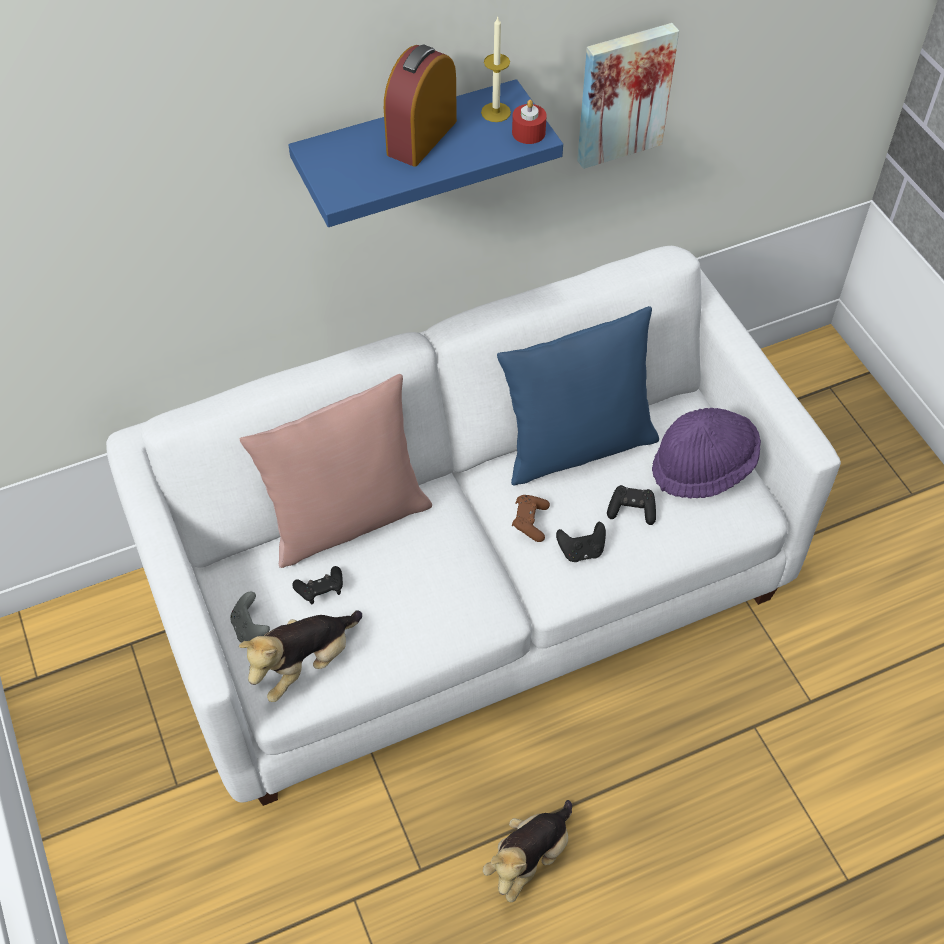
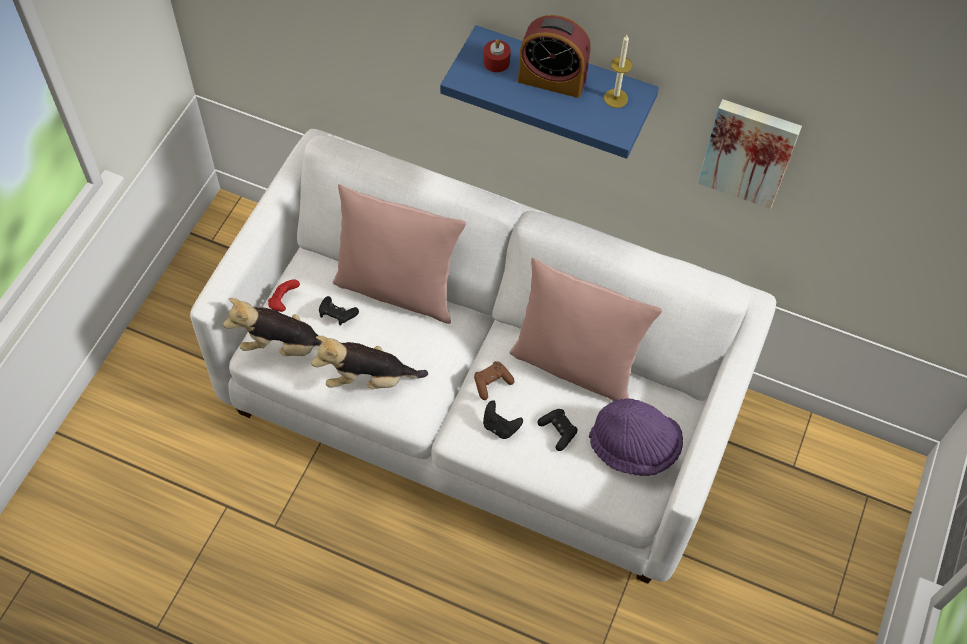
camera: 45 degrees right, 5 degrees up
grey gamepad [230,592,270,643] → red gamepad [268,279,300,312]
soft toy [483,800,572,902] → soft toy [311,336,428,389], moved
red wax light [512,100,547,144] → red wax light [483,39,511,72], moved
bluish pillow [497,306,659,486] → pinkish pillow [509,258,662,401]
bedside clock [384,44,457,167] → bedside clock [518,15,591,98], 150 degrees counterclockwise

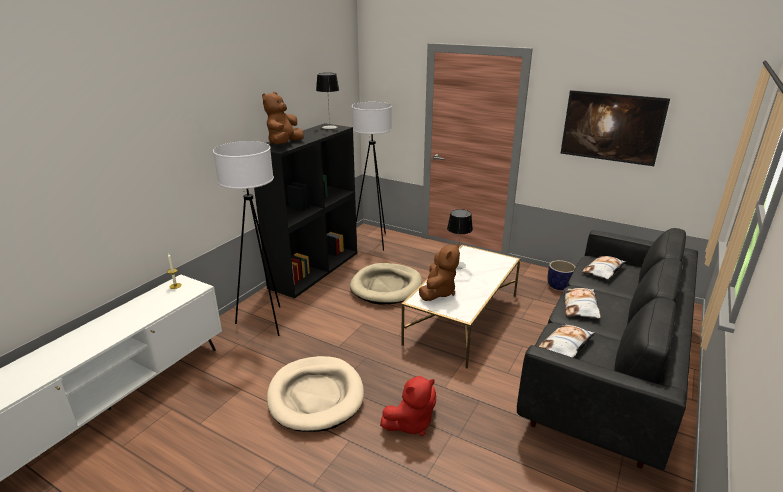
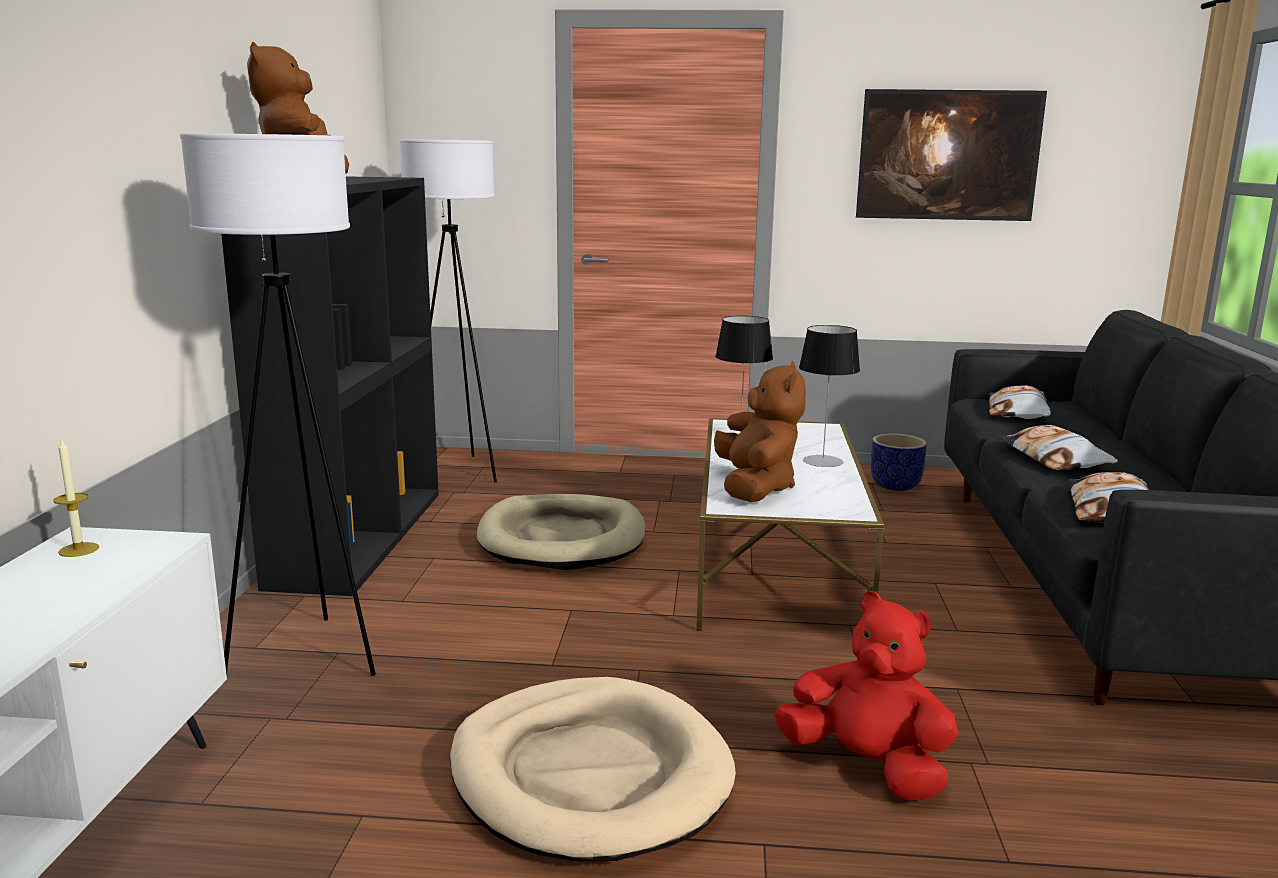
camera: 25 degrees left, 10 degrees down
red soft toy [380,376,436,436] → red soft toy [774,591,958,801], 90 degrees counterclockwise
lamp for a table [316,73,339,129] → lamp for a table [799,325,860,467], moved

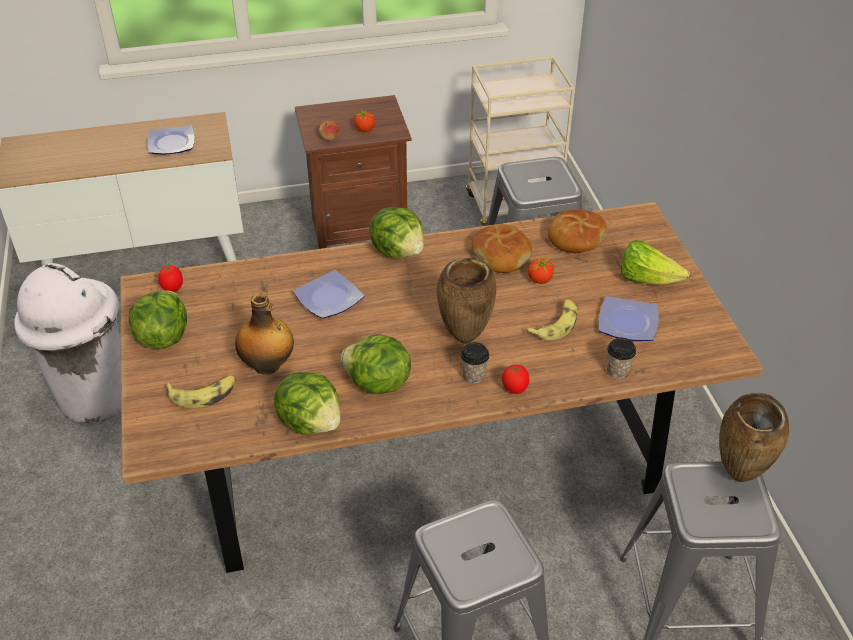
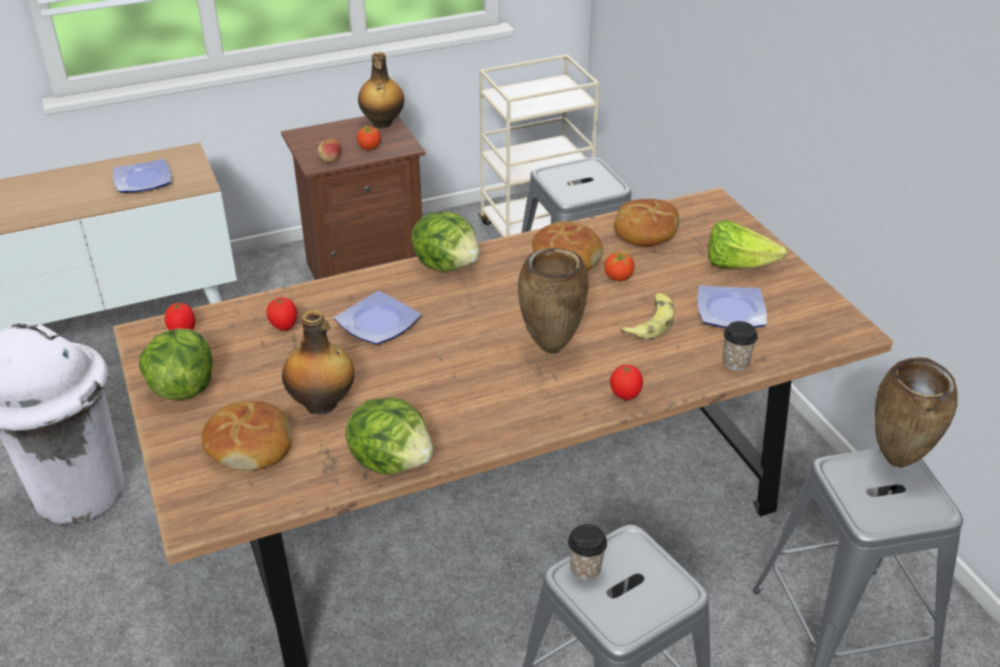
camera: 10 degrees left, 5 degrees down
whole banana [165,375,235,408] → baked bread [202,401,292,471]
- → tomato [267,298,297,331]
- → bottle [358,52,404,128]
cup [461,342,489,384] → cup [568,524,607,580], moved
lettuce [341,334,411,394] → -

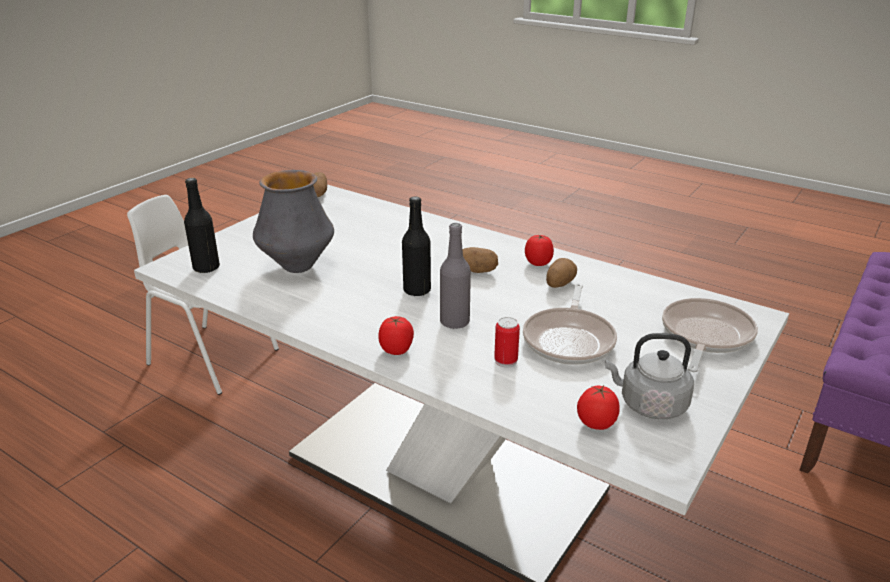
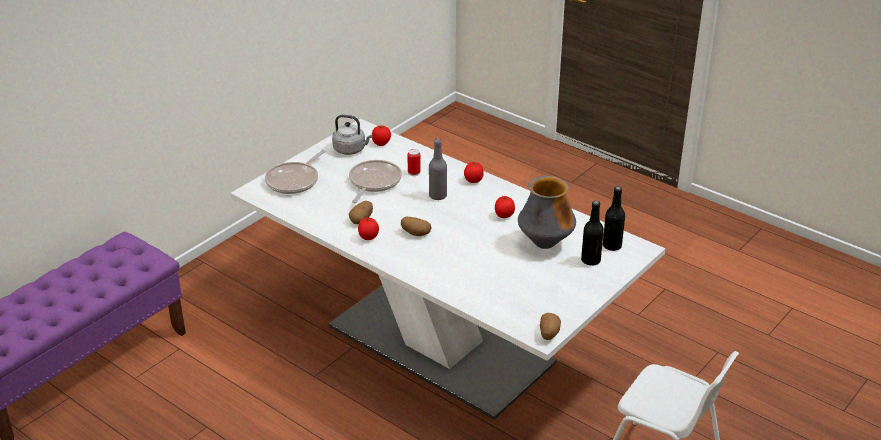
camera: 175 degrees left, 5 degrees up
- → tomato [495,196,515,218]
black-coloured bottle [402,196,431,296] → black-coloured bottle [581,201,604,266], moved

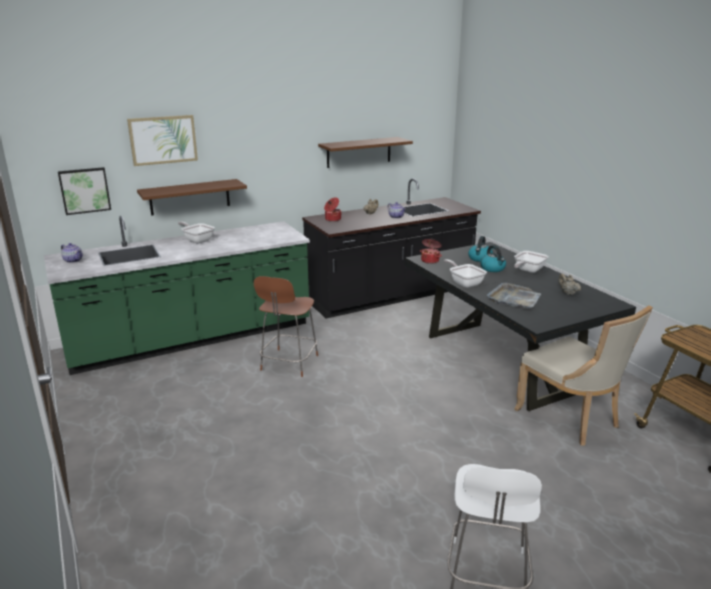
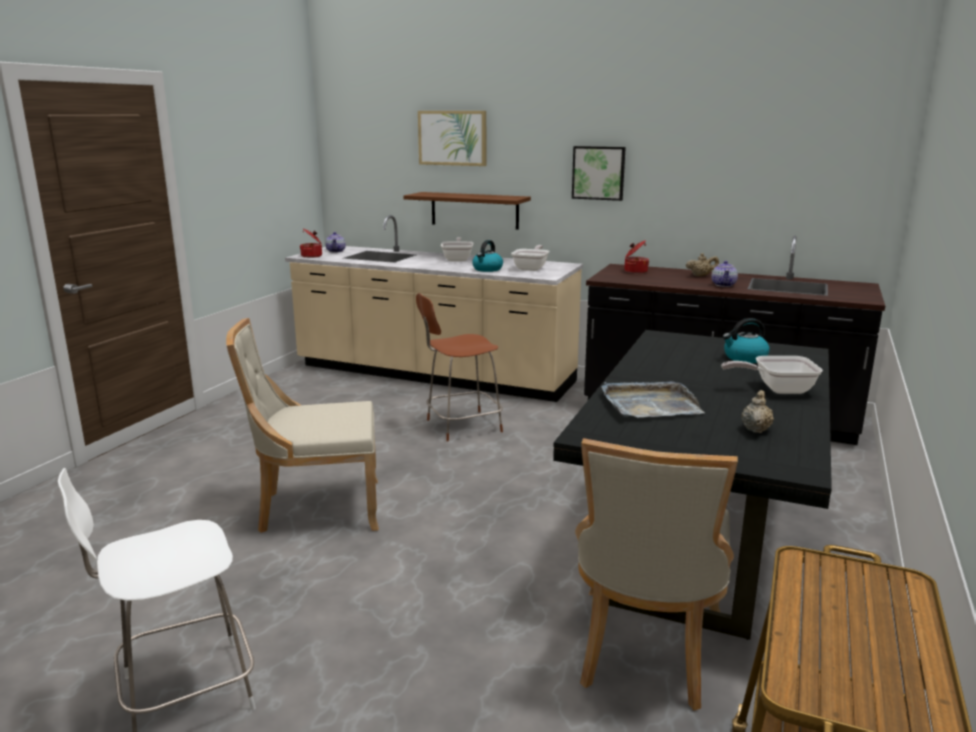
camera: 50 degrees right, 5 degrees down
- → beige-coloured chair [226,318,379,533]
green counter [44,216,310,375] → beige-coloured counter [285,215,583,402]
saucepot [420,239,442,264] → saucepot [300,229,322,258], moved
tea kettle [480,245,506,272] → tea kettle [472,240,503,272], moved
pan [444,259,487,288] → pan [511,245,549,271], moved
picture [58,167,111,215] → picture [572,146,626,201], moved
brown-coloured shelf [318,137,413,168] → -

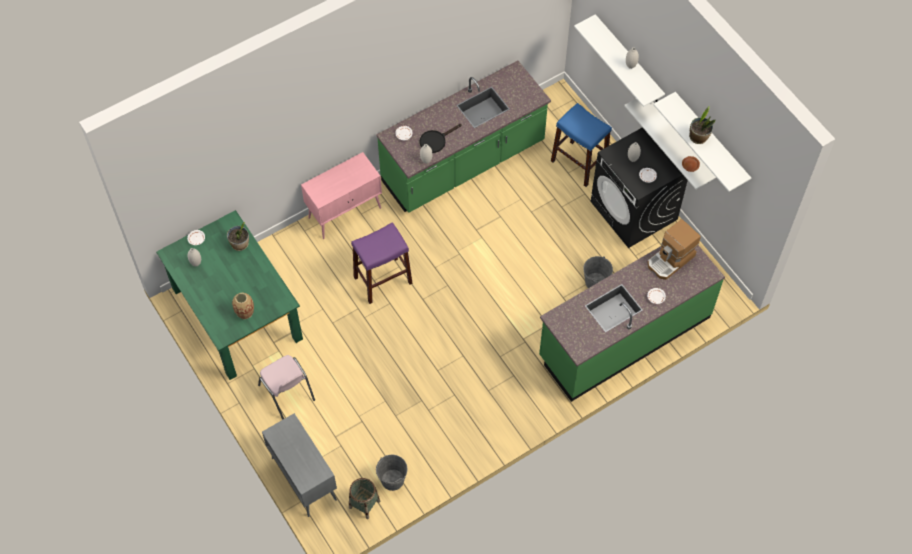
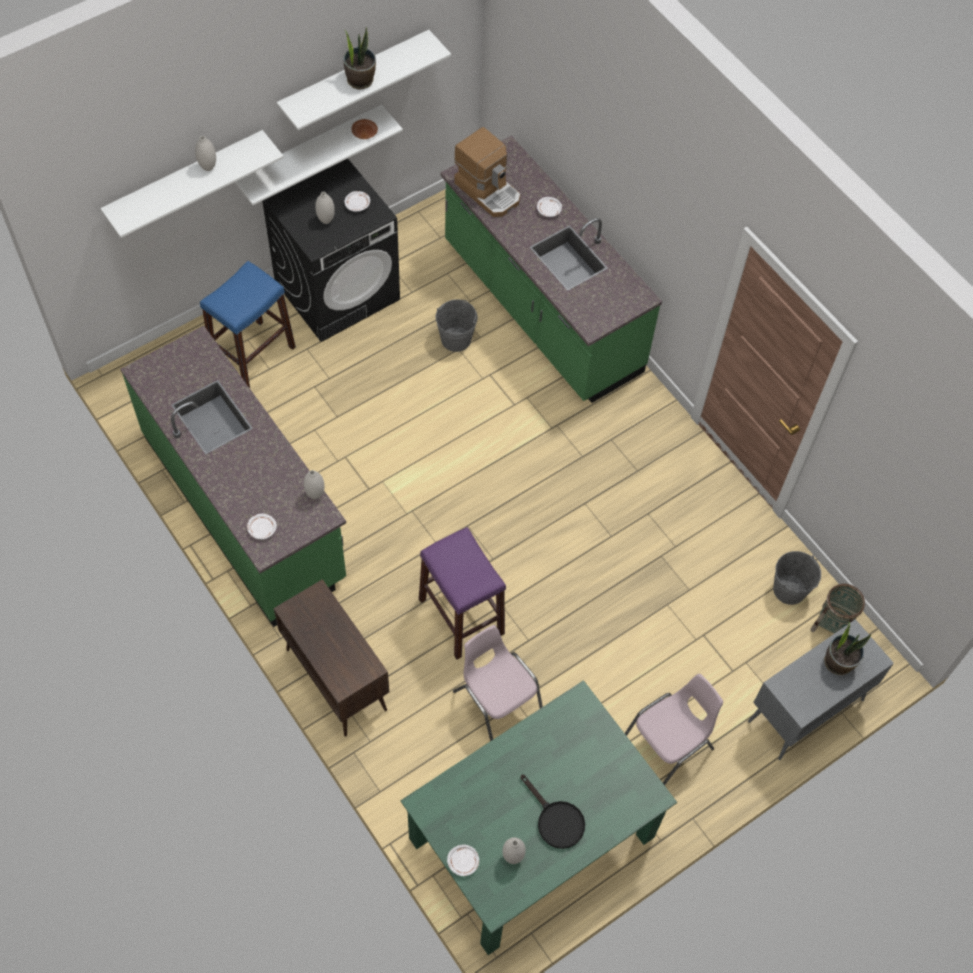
camera: 95 degrees left, 0 degrees up
pinkish storage cabinet [301,152,382,239] → brown-coloured storage cabinet [273,579,389,737]
- → pinkish chair [453,625,543,741]
black-coloured pan [419,124,461,153] → black-coloured pan [521,774,585,849], moved
plant in a pot [227,222,249,251] → plant in a pot [825,622,871,675], moved
decorative vase [232,293,254,319] → -

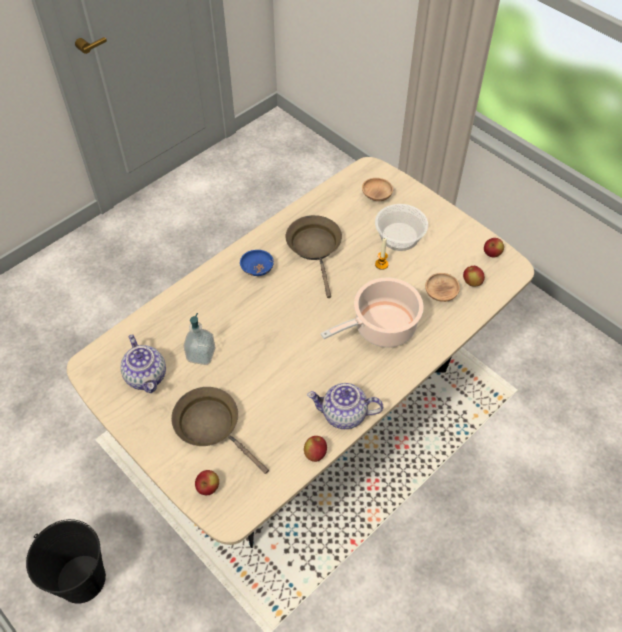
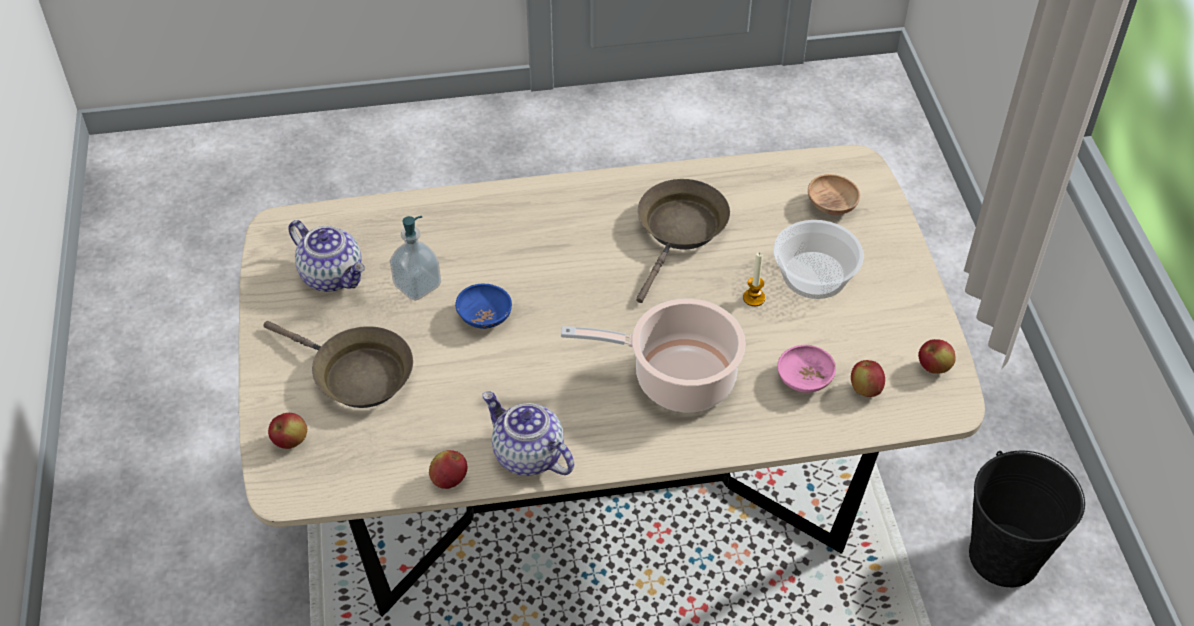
camera: 35 degrees right, 5 degrees down
brown-coloured pan [171,387,269,474] → brown-coloured pan [263,321,413,408], 135 degrees clockwise
pot for tea [120,335,166,393] → pot for tea [288,220,365,292], 60 degrees counterclockwise
bluish serving bowl [240,250,274,276] → bluish serving bowl [455,284,512,329], moved
brown-coloured serving bowl [425,273,460,302] → pinkish serving bowl [777,345,836,393]
black-coloured bucket [26,519,106,604] → black-coloured bucket [969,451,1085,587], moved

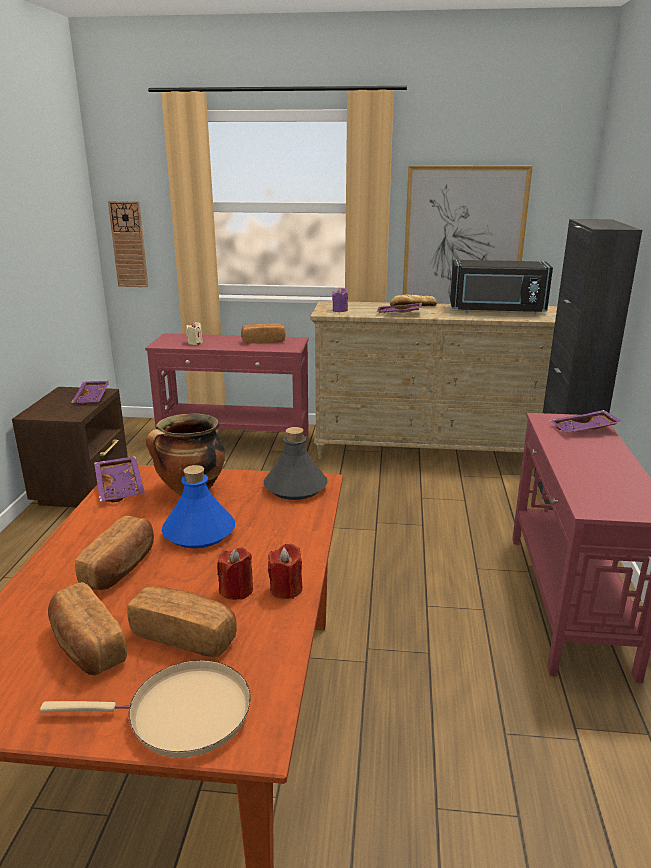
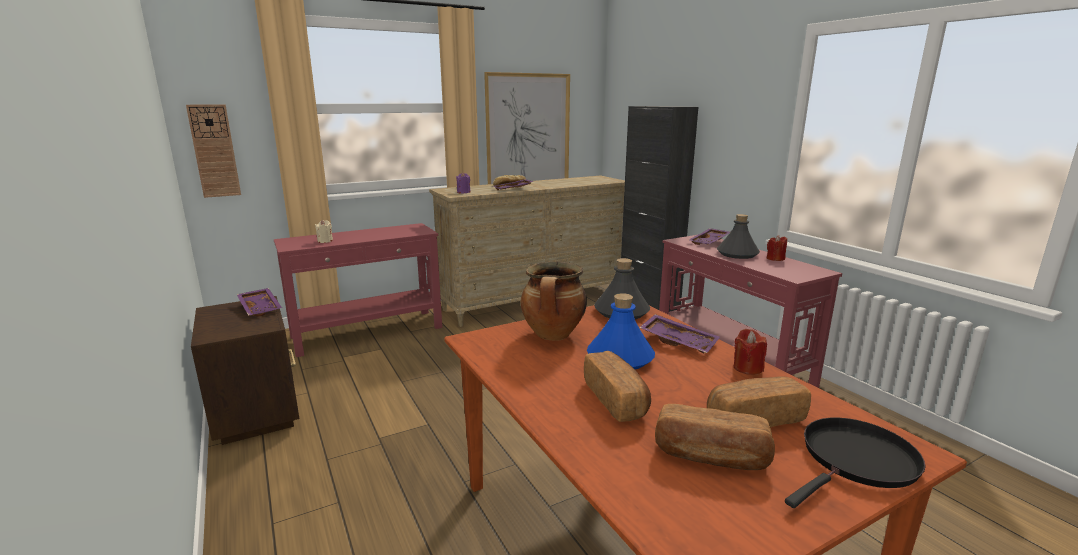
camera: 35 degrees left, 5 degrees down
purplish tray [94,456,145,502] → purplish tray [639,314,720,353], moved
- → grey bottle [717,214,760,259]
red wax light [217,547,253,600] → red wax light [767,235,787,261], moved
beige-coloured pan [40,660,251,758] → black-coloured pan [785,418,926,508]
baked bread [241,323,285,344] → -
black-coloured kitchen microwave [450,260,553,314] → -

